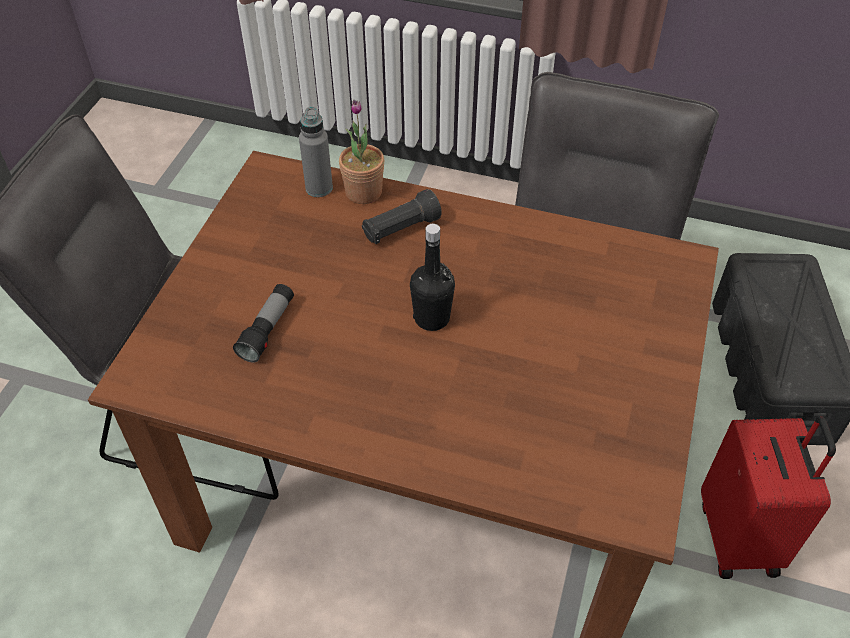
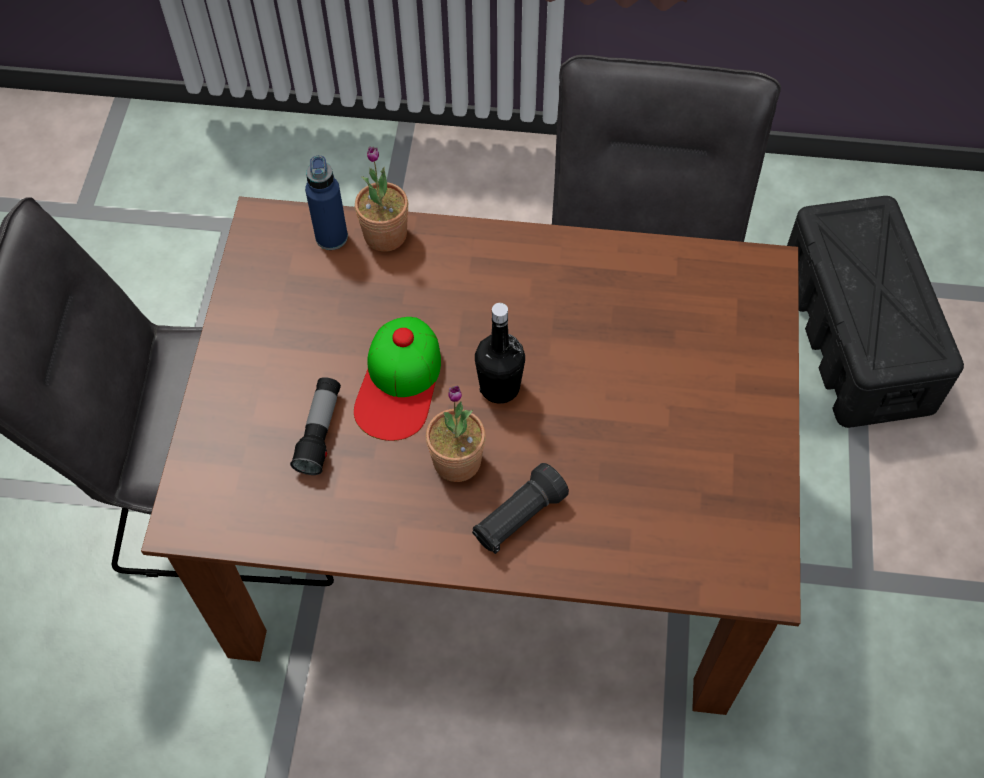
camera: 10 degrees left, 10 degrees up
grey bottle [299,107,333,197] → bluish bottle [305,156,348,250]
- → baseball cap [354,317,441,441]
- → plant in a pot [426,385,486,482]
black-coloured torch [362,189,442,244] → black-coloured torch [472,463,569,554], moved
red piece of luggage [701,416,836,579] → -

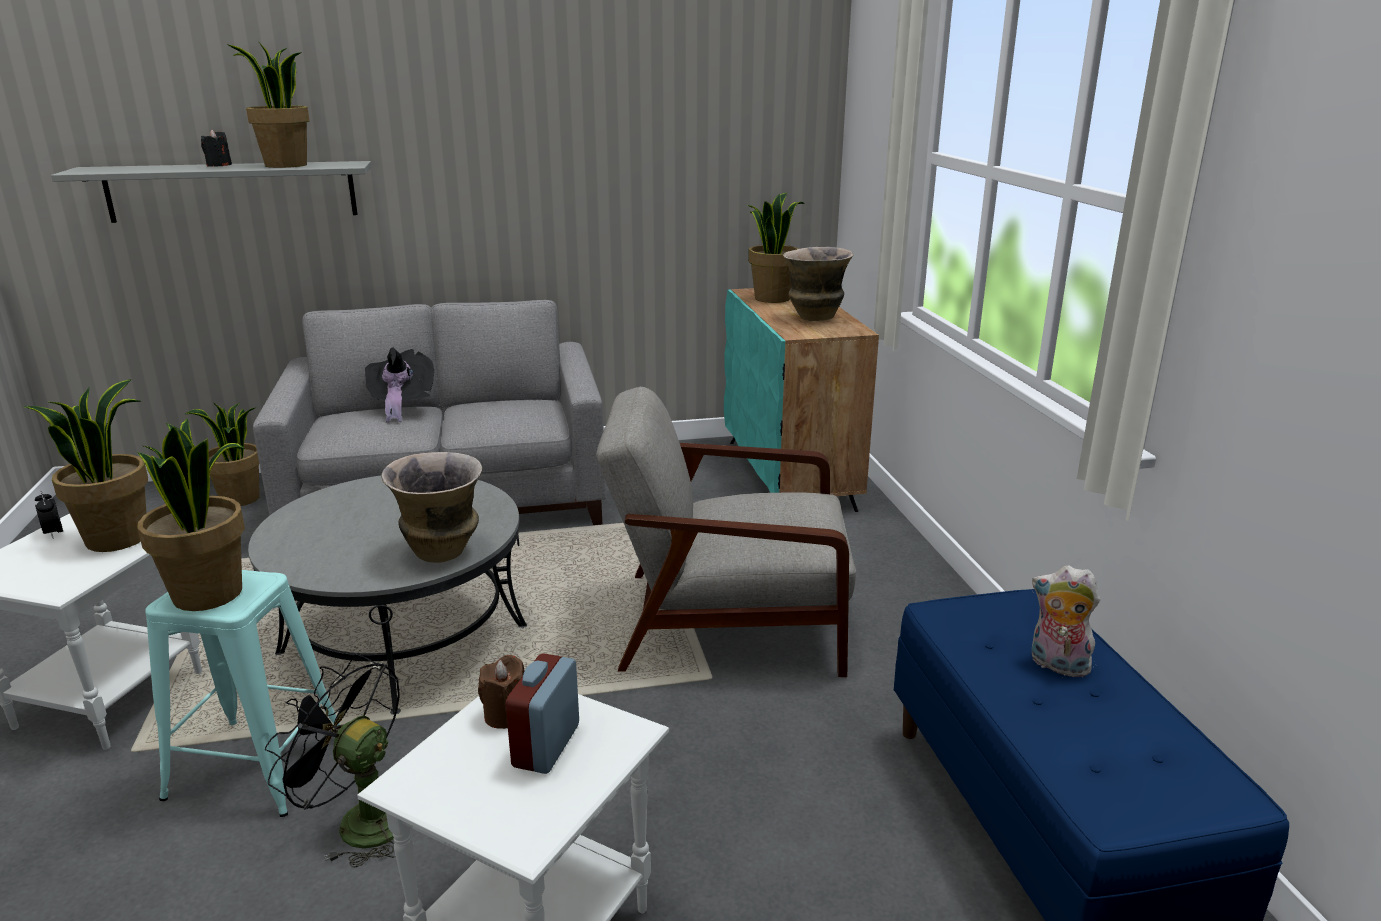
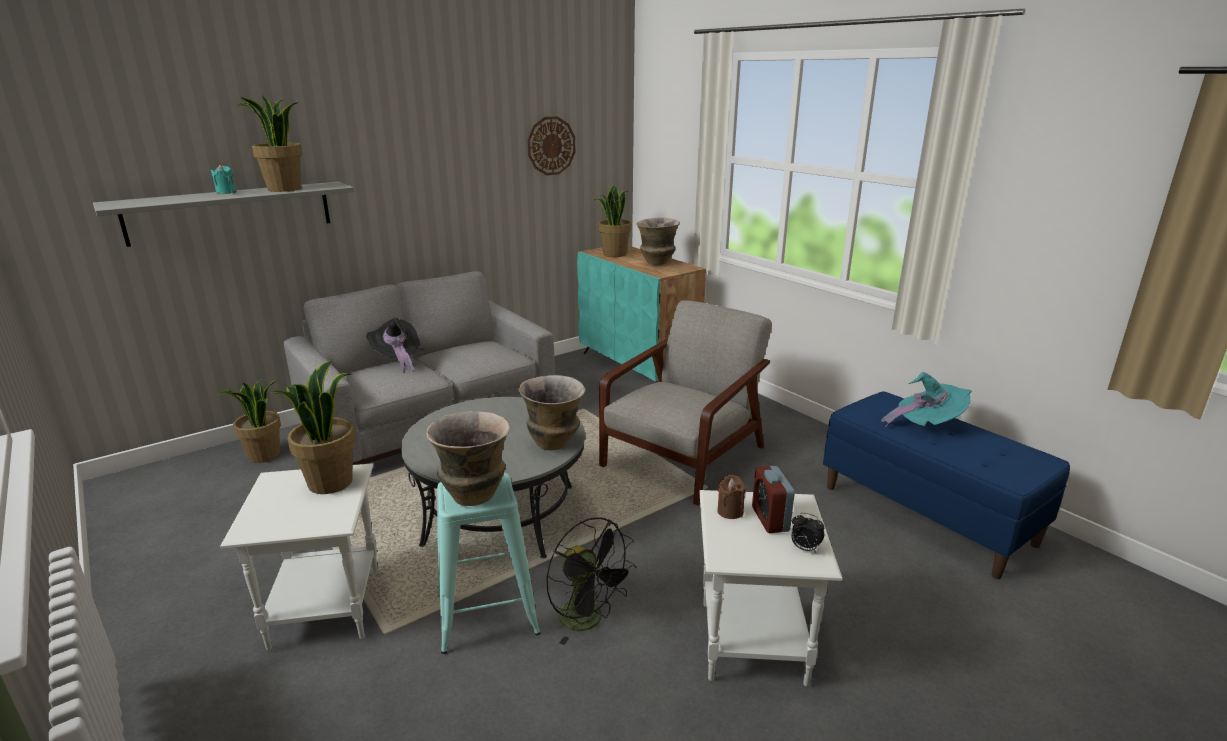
camera: 25 degrees left, 0 degrees up
black-coloured wax light [201,130,232,167] → blue-green wax light [211,165,237,194]
plant in a pot [137,418,245,611] → decorative vase [426,411,510,506]
- → hanging clock [527,116,576,175]
black-coloured cooling fan [265,653,400,868] → black-coloured cooling fan [546,517,636,645], 135 degrees counterclockwise
grey armchair [596,386,856,677] → grey armchair [599,300,772,506], 150 degrees clockwise
bedside clock [35,490,63,538] → bedside clock [791,513,824,553], moved
soft toy [1032,565,1100,677] → blue-green wearable hat [881,372,972,427]

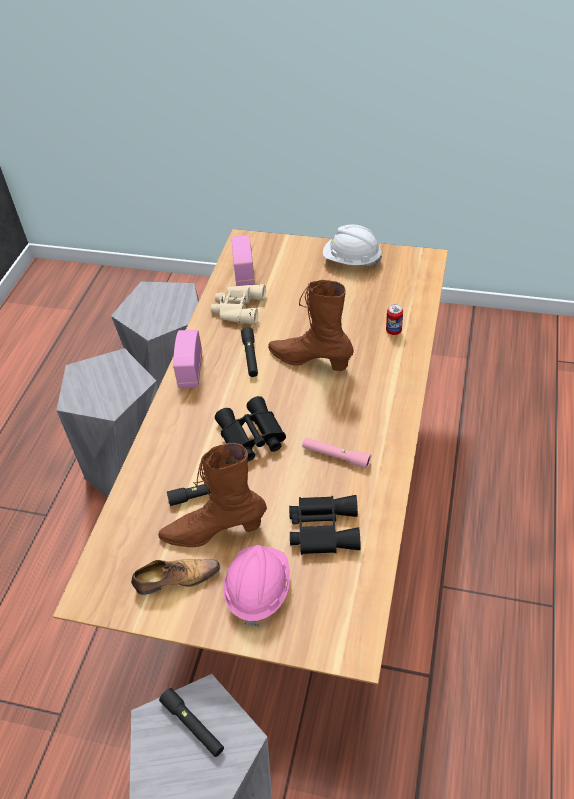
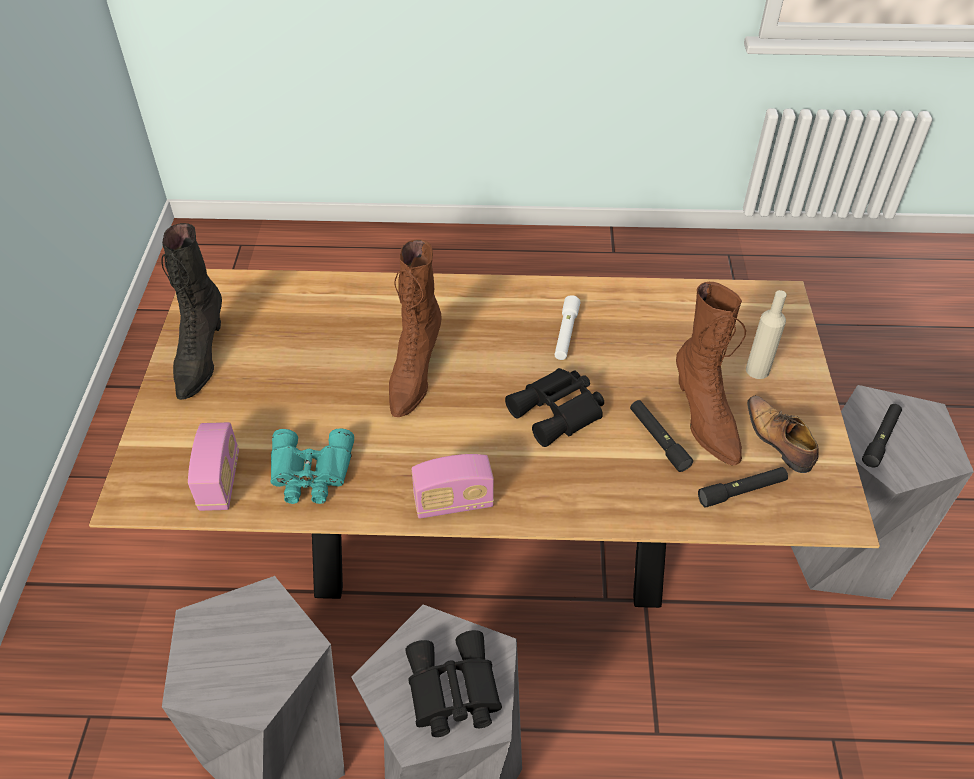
camera: 105 degrees left, 0 degrees up
white work helmet [323,225,382,266] → black-coloured tall boot [161,223,222,400]
radio [231,235,255,286] → radio [188,422,239,511], 105 degrees clockwise
beige-coloured binoculars [211,284,266,325] → blue-green binoculars [271,428,354,504]
black-coloured binoculars [289,495,361,555] → black-coloured binoculars [405,630,502,737], moved
pinkish torch [302,438,371,469] → white torch [555,295,580,360]
black-coloured torch [241,327,258,377] → black-coloured torch [698,467,788,508], moved
pinkish work helmet [223,545,290,626] → beige-coloured bottle [746,290,787,379]
metal can [386,304,403,335] → -

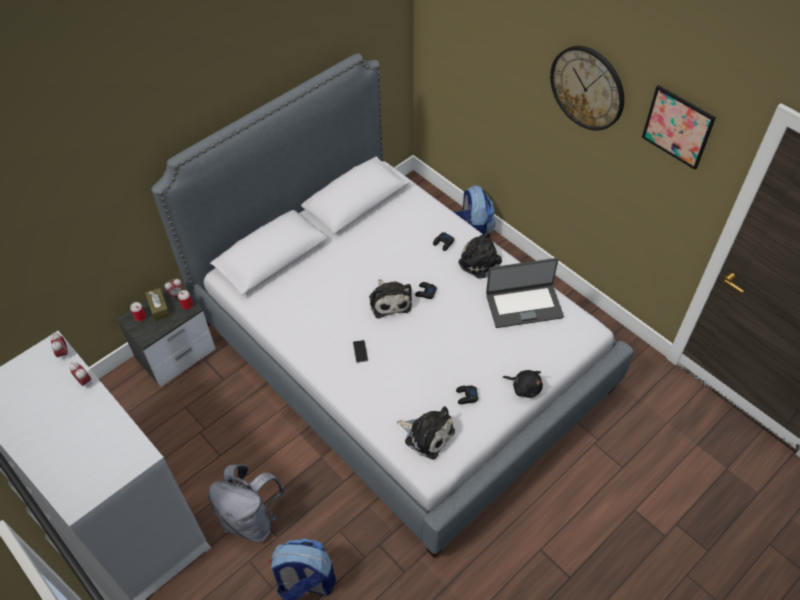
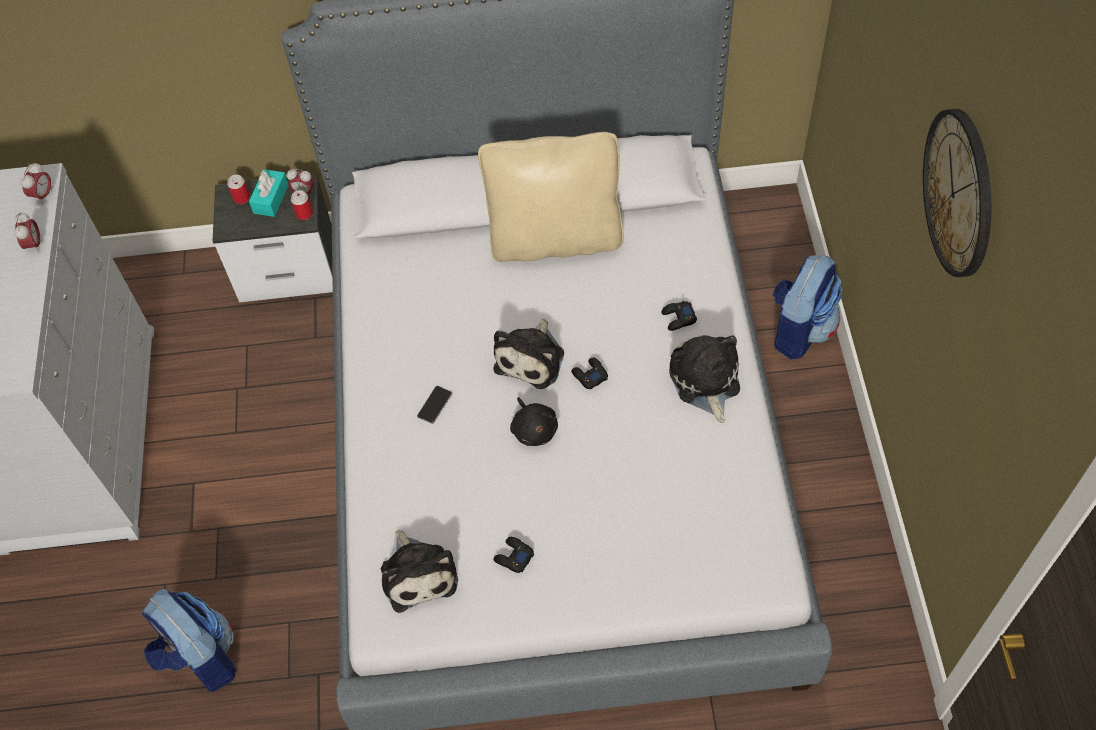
camera: 40 degrees right, 5 degrees up
brown-coloured box of tissues [145,288,170,321] → blue-green box of tissues [249,169,288,217]
- → beige-coloured pillow [478,132,624,262]
black-coloured soft toy [503,370,543,398] → black-coloured soft toy [510,397,558,446], moved
grey backpack [208,465,285,542] → -
laptop [486,258,564,328] → -
picture [642,85,716,170] → -

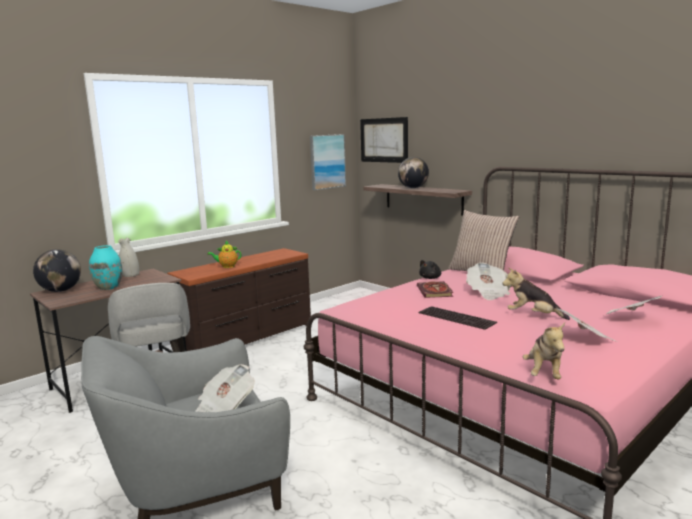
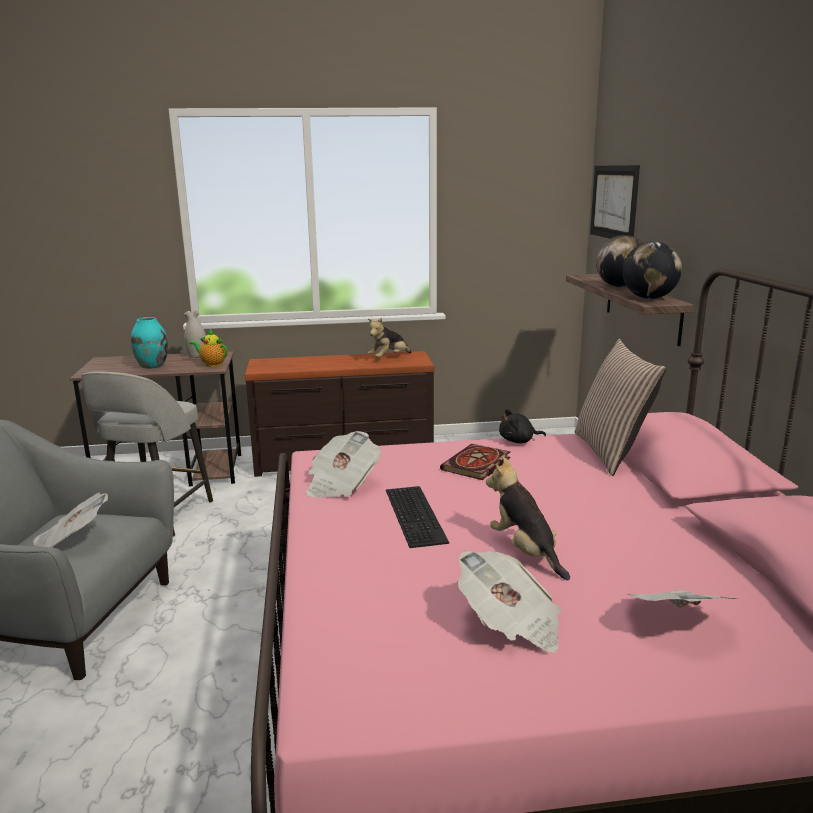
camera: 35 degrees right, 5 degrees up
pot for tea [207,241,241,268] → pot for tea [189,330,228,367], moved
newspaper [466,263,510,300] → newspaper [306,431,381,498], moved
soft toy [523,322,565,379] → soft toy [368,318,412,358], moved
desk globe [33,249,81,292] → desk globe [623,241,682,299], moved
picture [310,134,346,190] → -

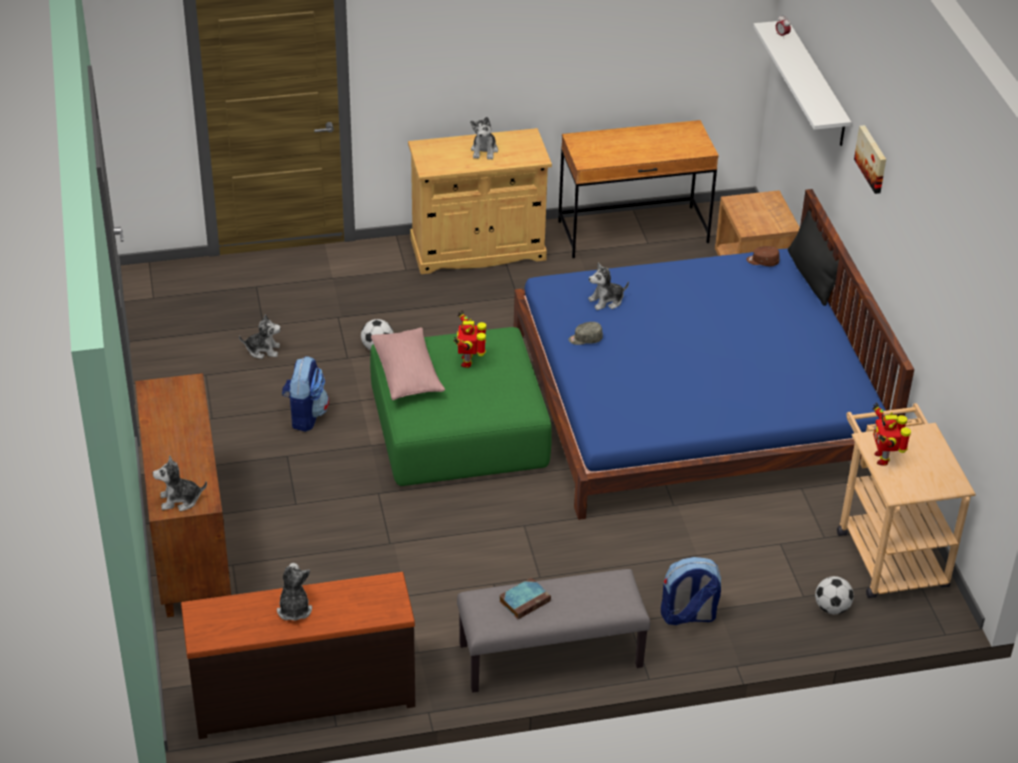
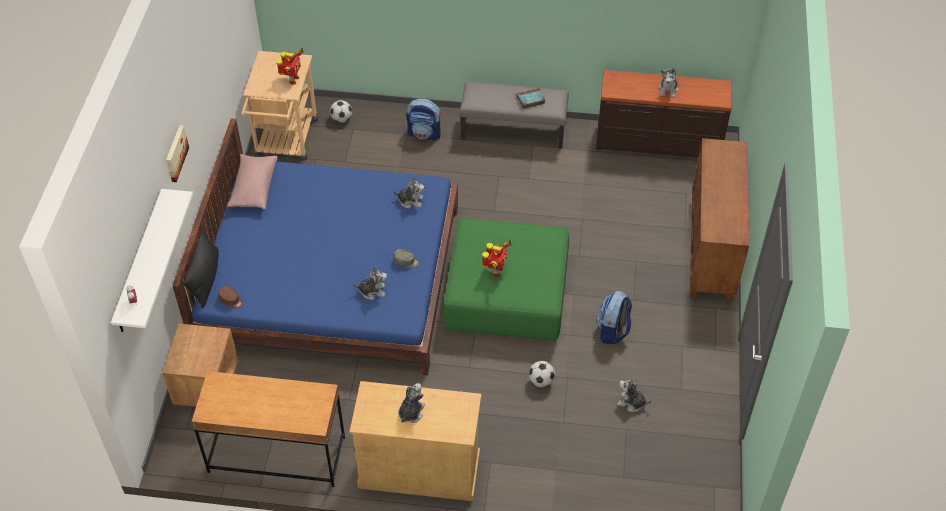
camera: 160 degrees left, 10 degrees up
pinkish pillow [371,328,445,400] → pinkish pillow [227,154,277,209], moved
soft toy [153,455,207,511] → soft toy [393,177,424,209], moved

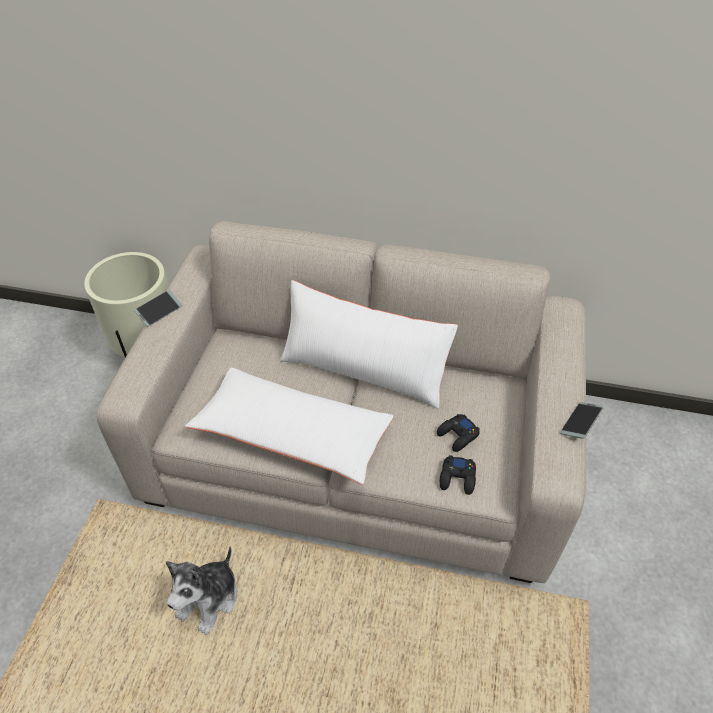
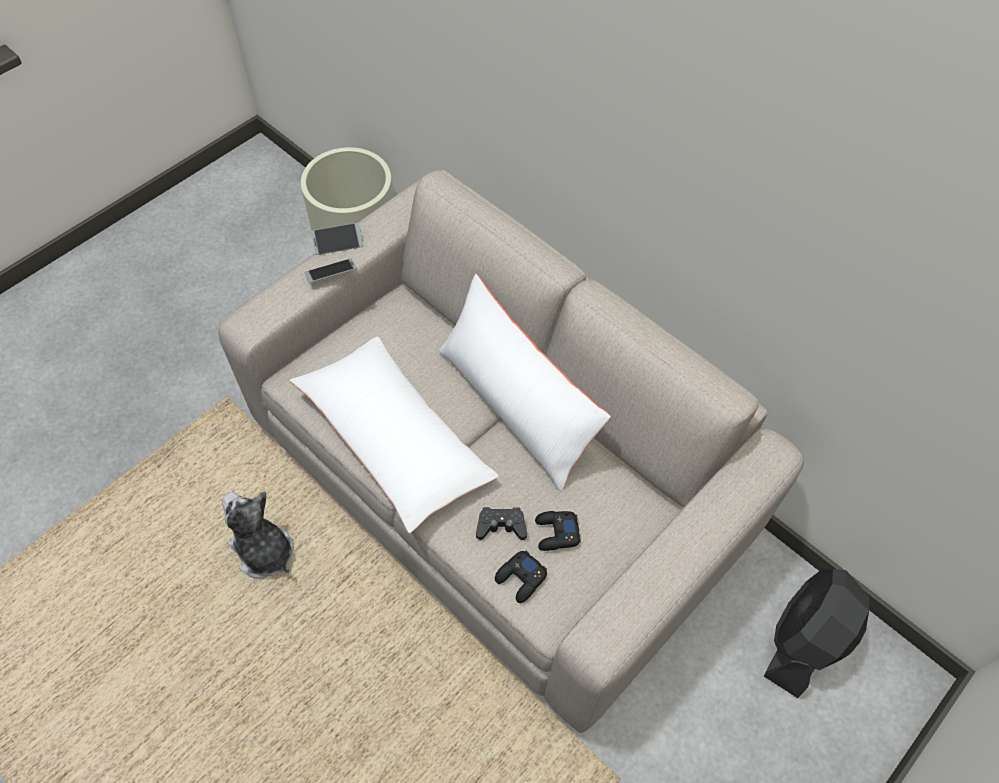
camera: 30 degrees right, 10 degrees up
soft toy [166,546,237,635] → soft toy [222,491,294,579], 75 degrees clockwise
telephone [560,402,604,439] → telephone [305,259,357,283], moved
- → black-coloured gamepad [476,507,527,540]
- → black-coloured cooling fan [764,569,869,698]

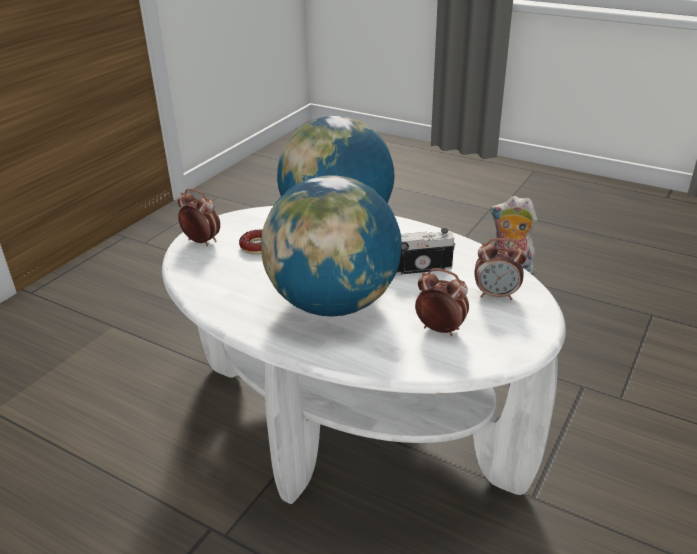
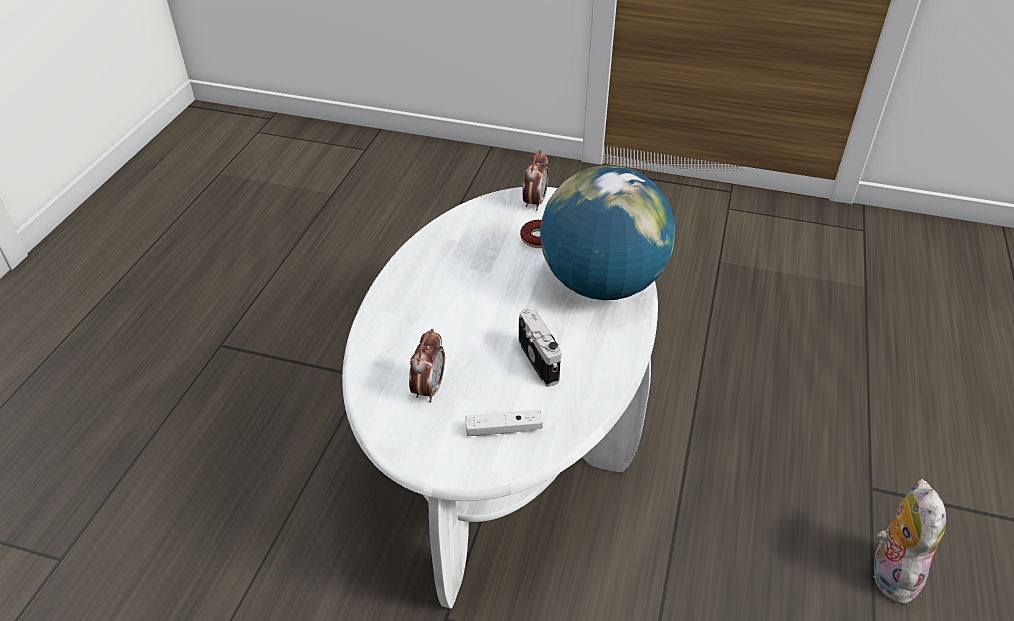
camera: 75 degrees right, 10 degrees up
bedside clock [475,238,527,300] → white gamepad [465,410,543,436]
desk globe [261,175,402,317] → -

